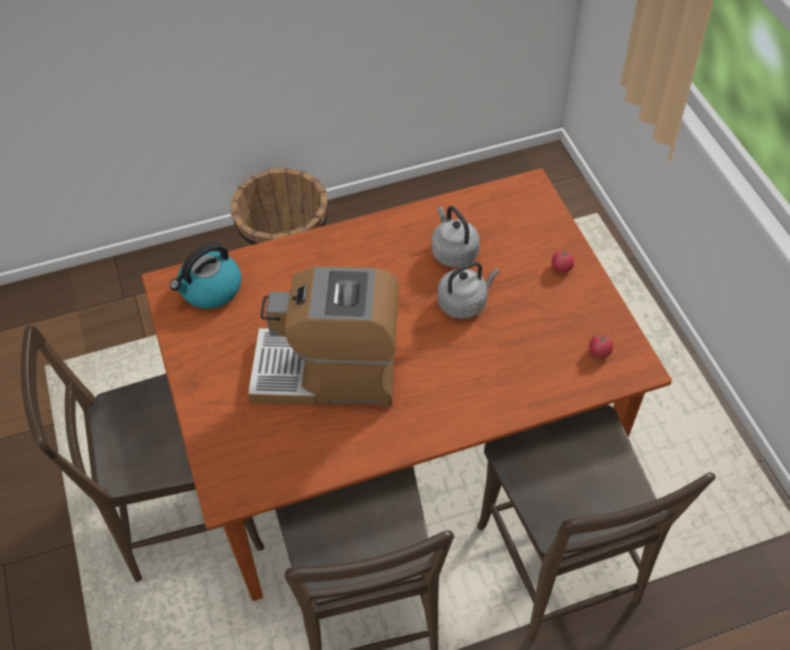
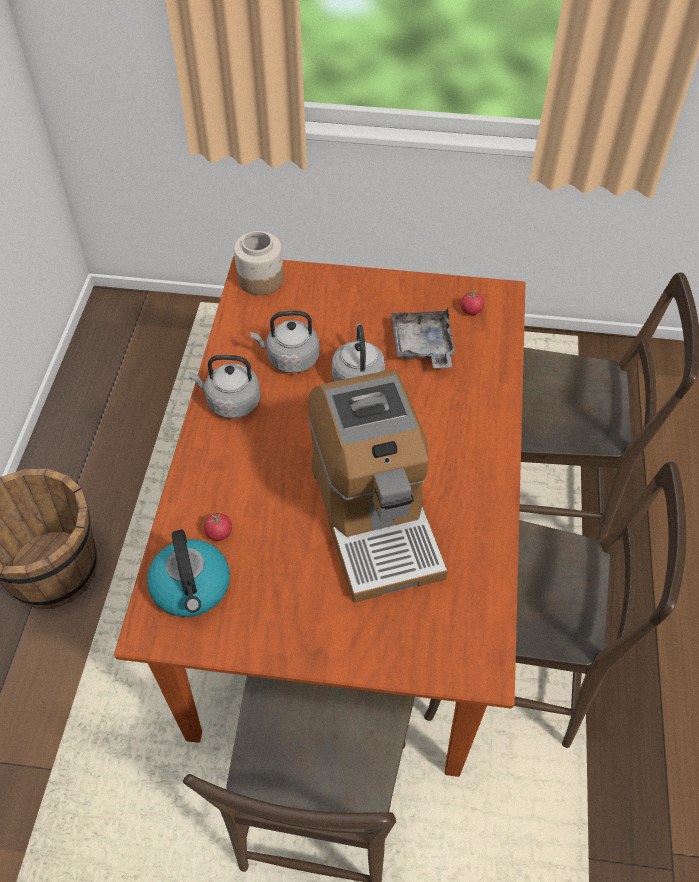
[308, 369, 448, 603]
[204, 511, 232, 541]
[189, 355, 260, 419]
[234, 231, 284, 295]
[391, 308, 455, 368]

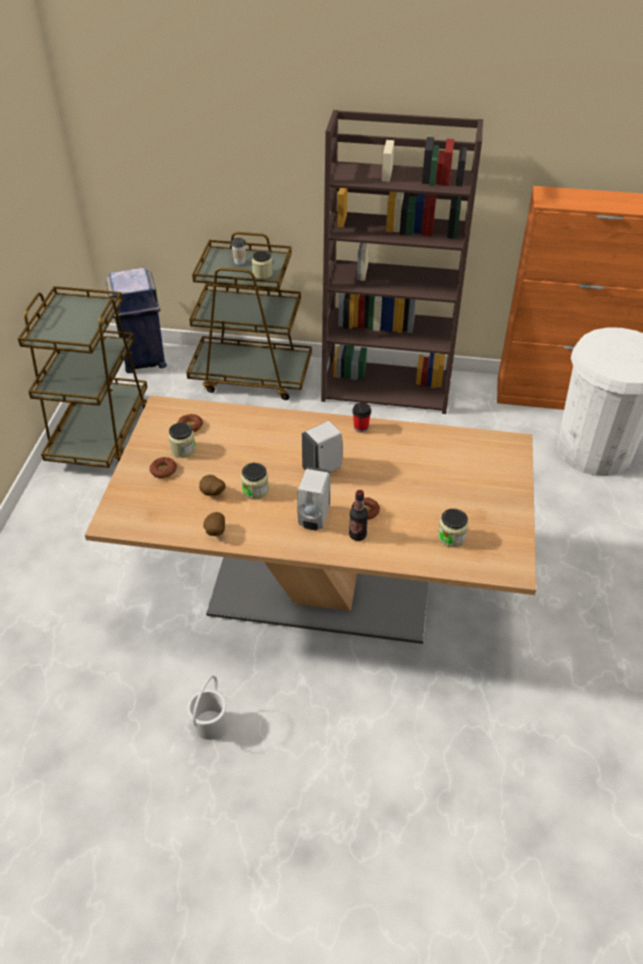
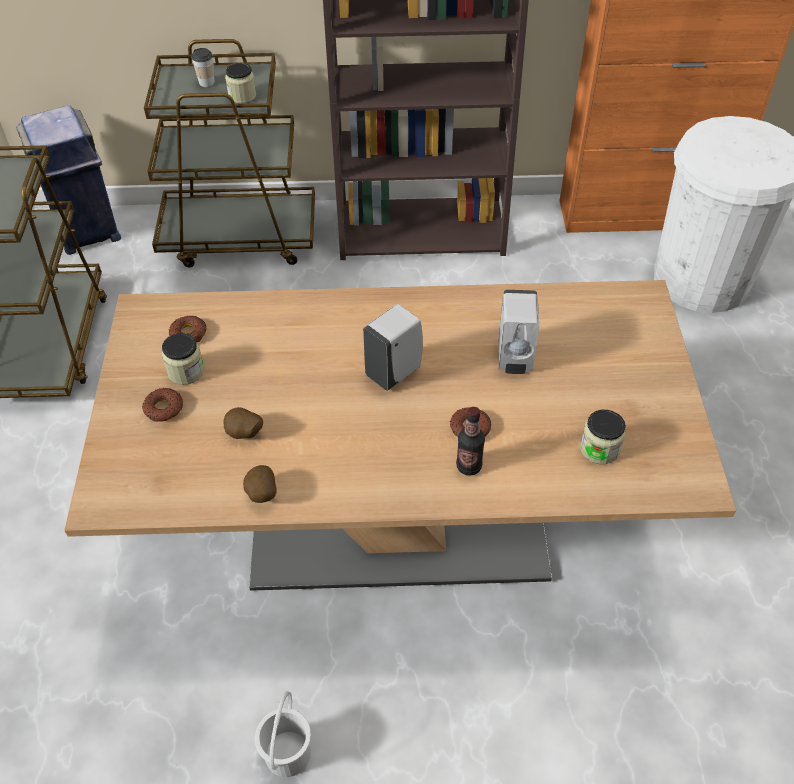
[241, 463, 269, 500] (first image)
[498, 290, 539, 374]
[352, 402, 371, 433] (first image)

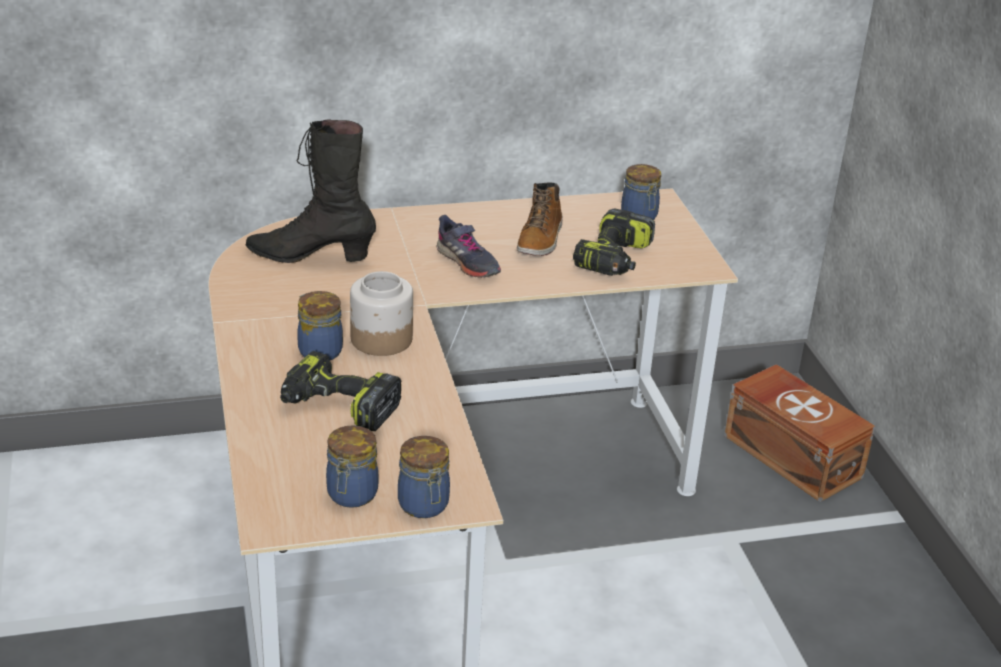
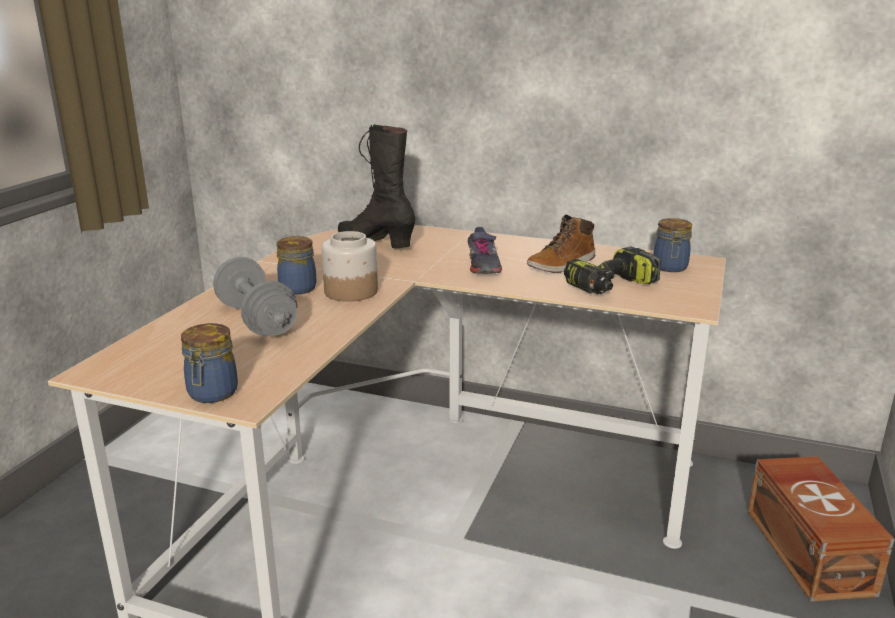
[213, 257, 297, 336]
[326, 425, 378, 508] (first image)

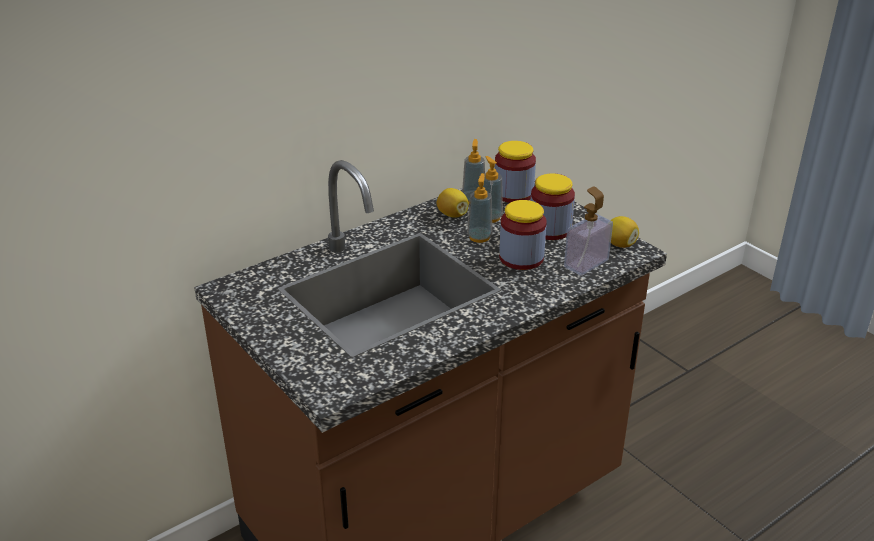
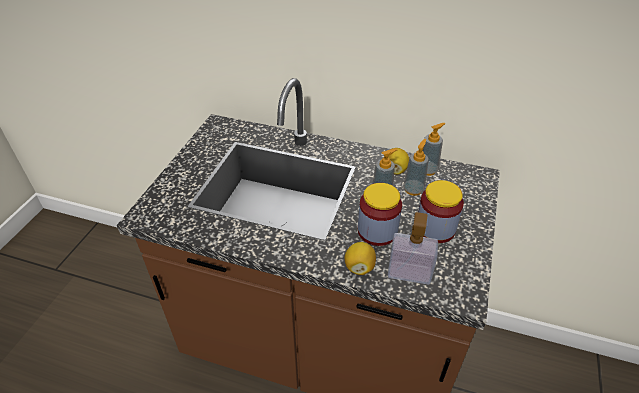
[495, 141, 536, 203] (first image)
[344, 242, 376, 275]

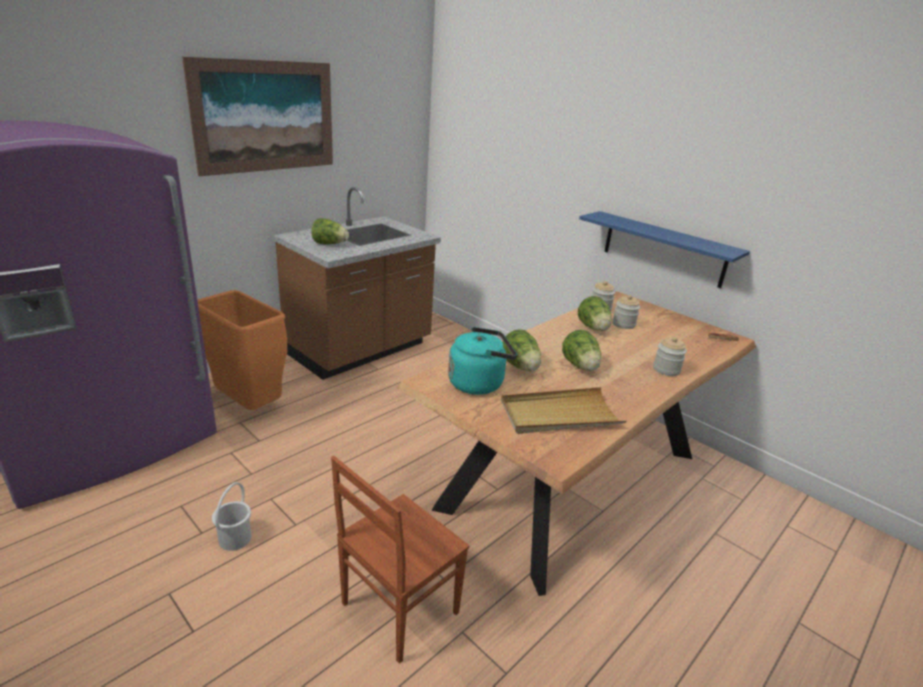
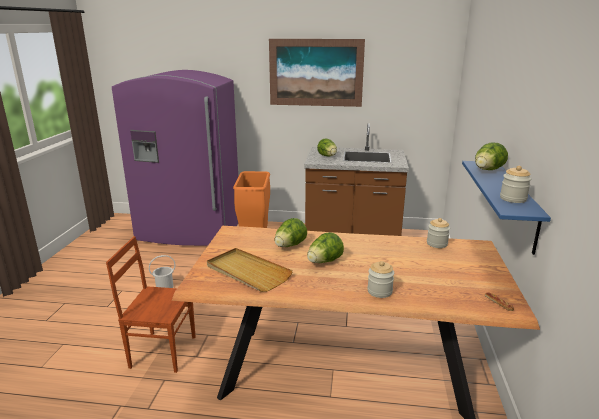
[448, 327, 517, 395] (first image)
[475, 143, 508, 170]
[500, 166, 532, 203]

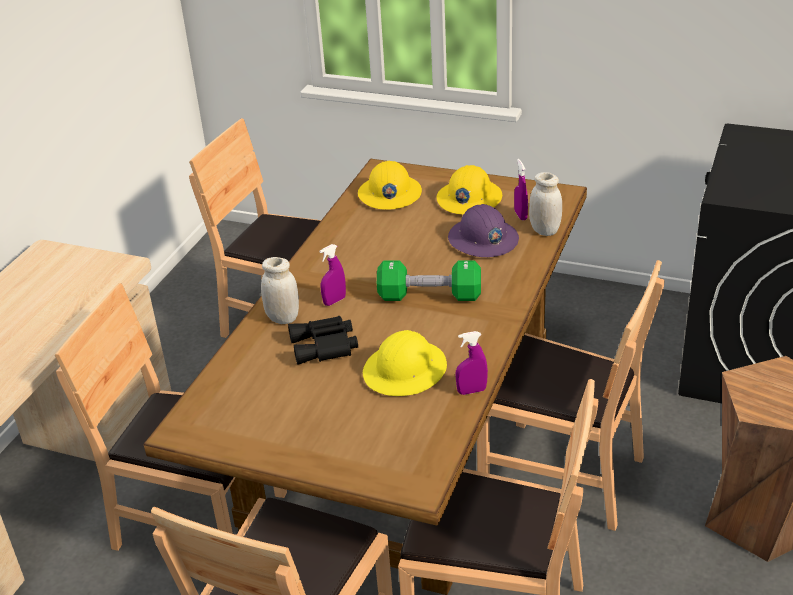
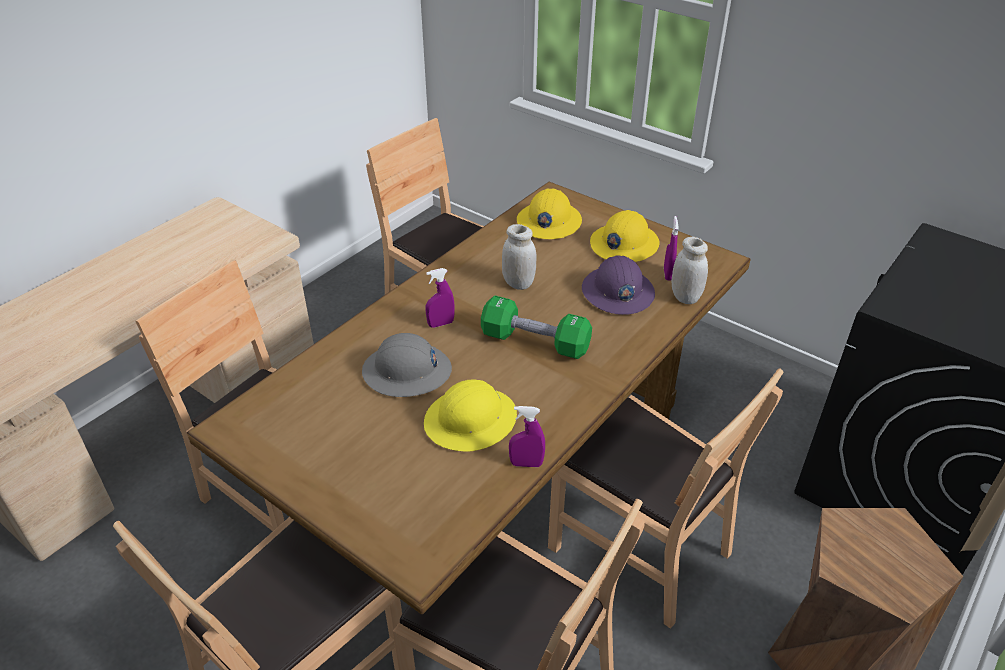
[502, 224, 536, 290]
[362, 333, 452, 397]

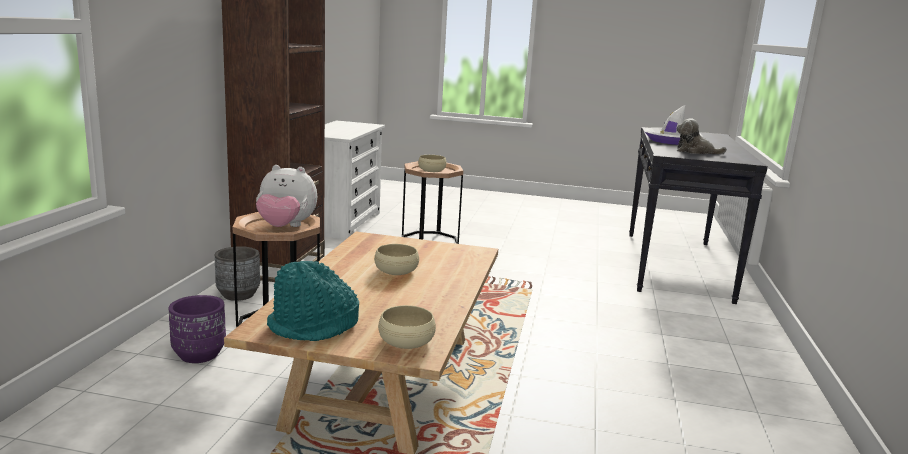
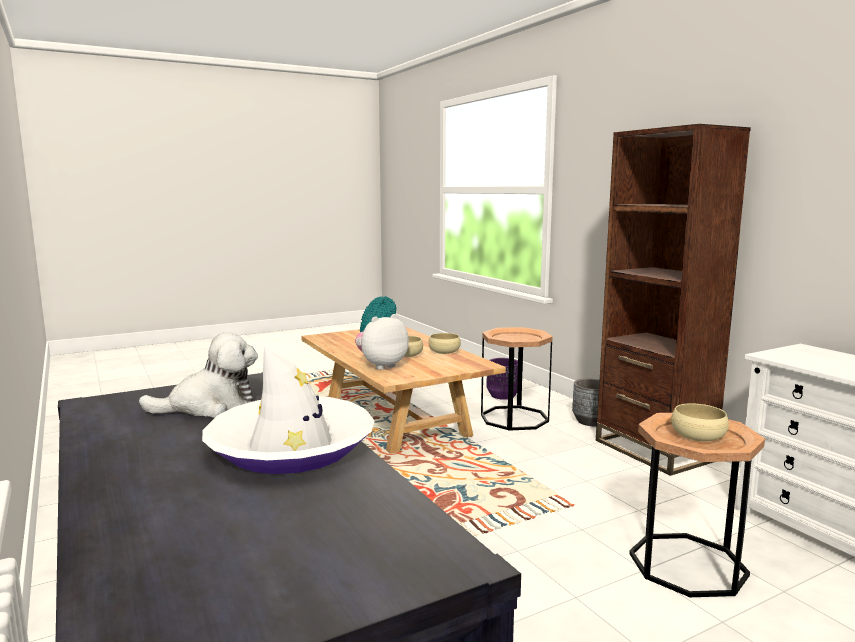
[355, 314, 409, 370]
[428, 333, 461, 354]

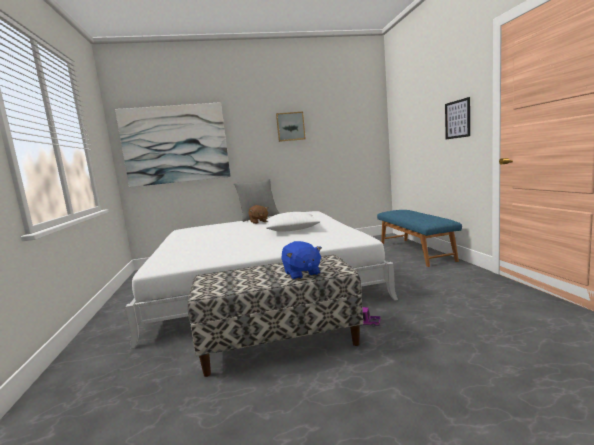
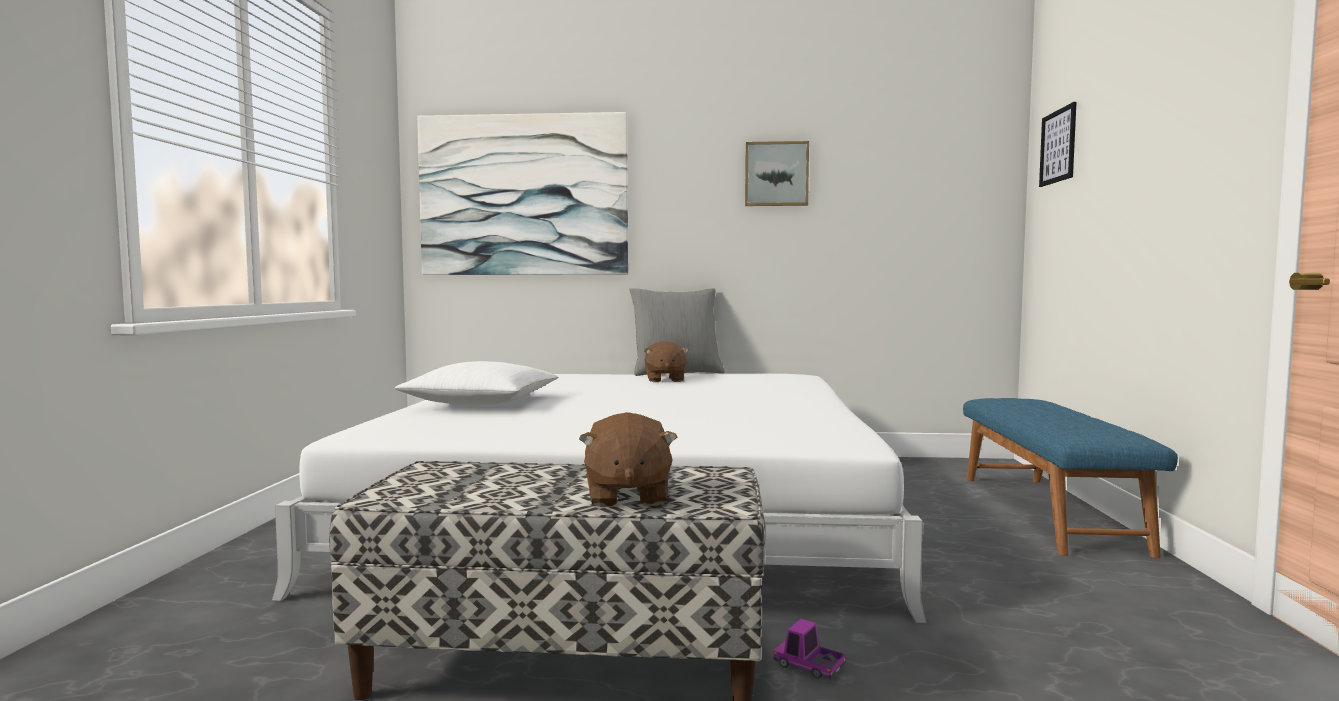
[394, 361, 558, 405]
[579, 412, 677, 507]
[1039, 102, 1076, 187]

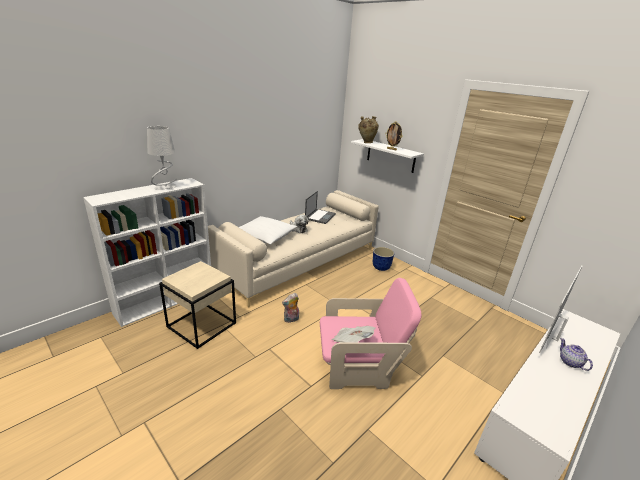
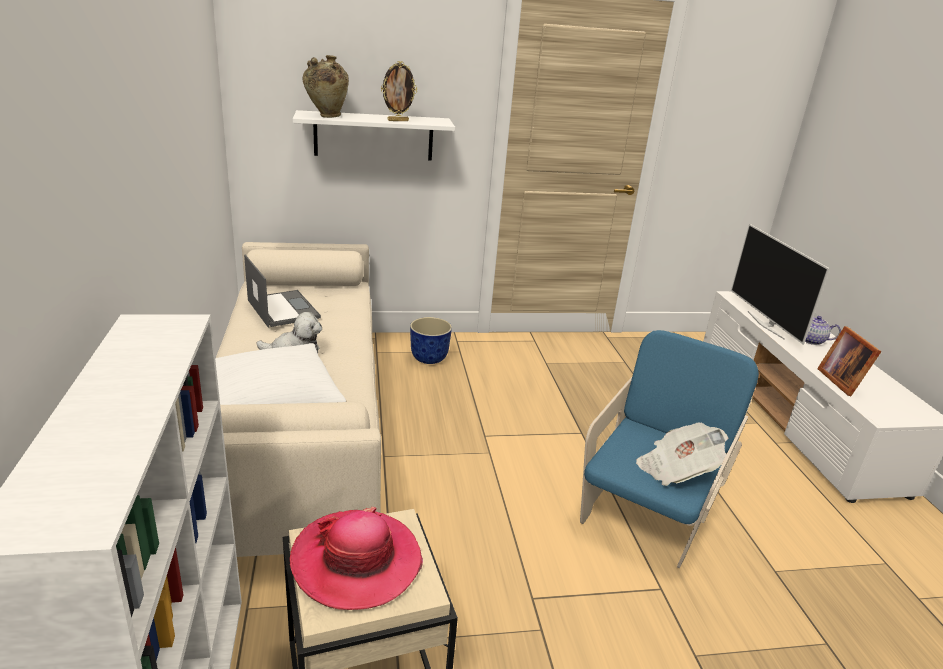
[147, 126, 176, 190] (first image)
[282, 293, 299, 323] (first image)
[580, 330, 759, 569]
[290, 507, 423, 610]
[817, 326, 881, 396]

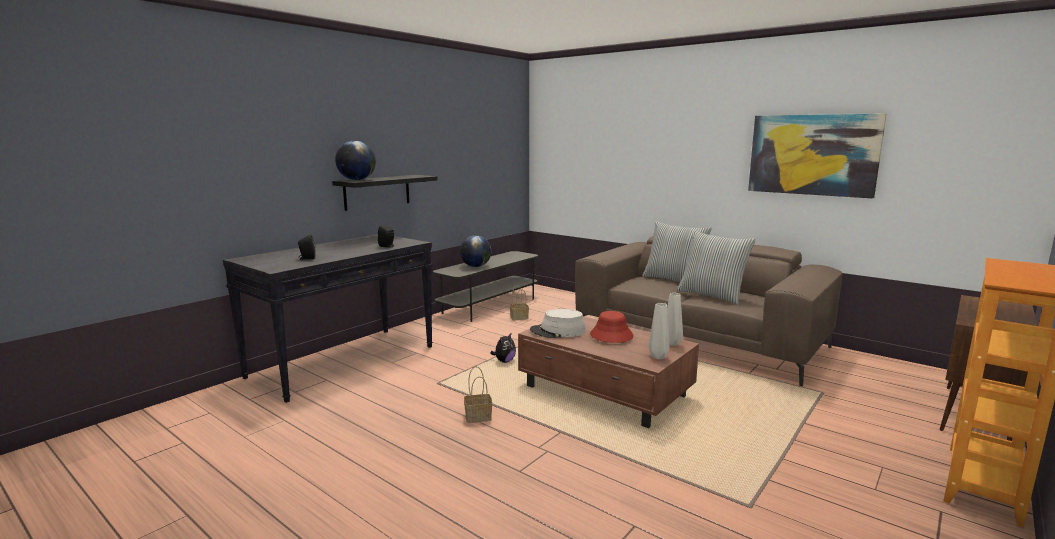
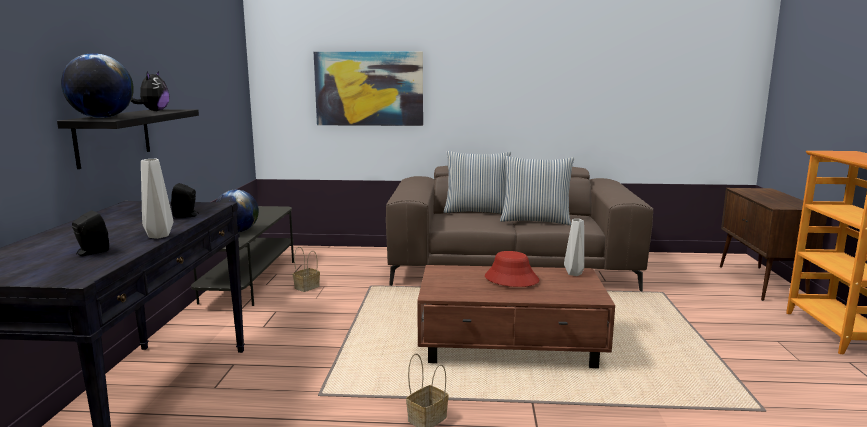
[131, 71, 169, 111]
[530, 309, 586, 338] (first image)
[141, 159, 173, 239]
[314, 51, 423, 126]

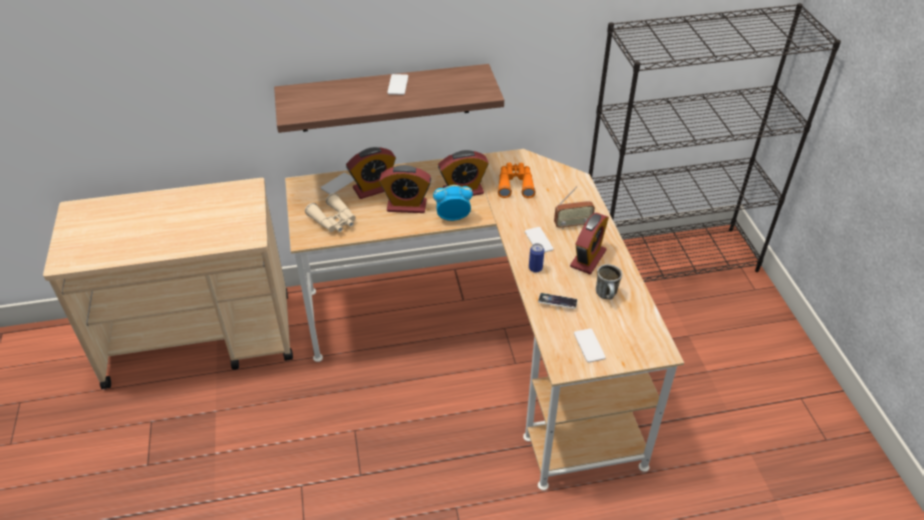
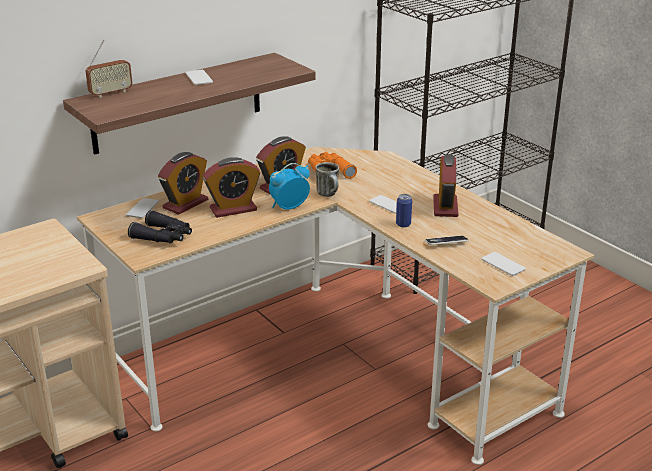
[128, 210, 192, 244]
[86, 40, 133, 98]
[315, 162, 339, 197]

